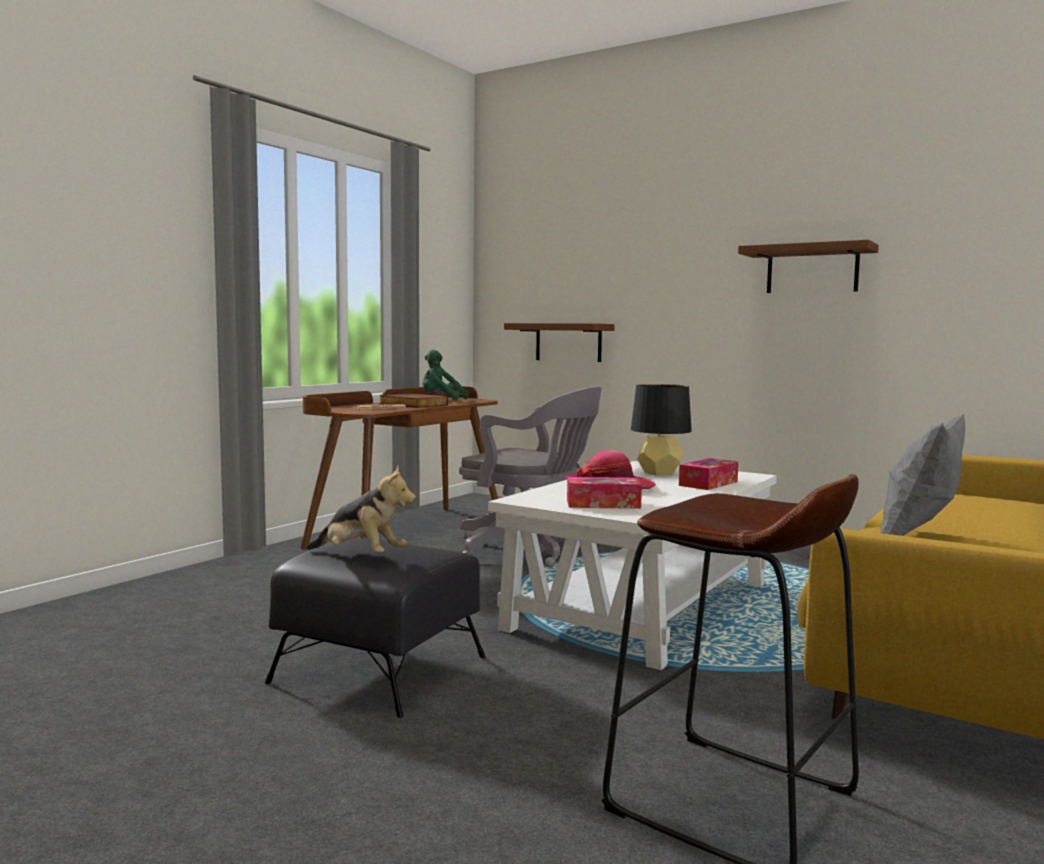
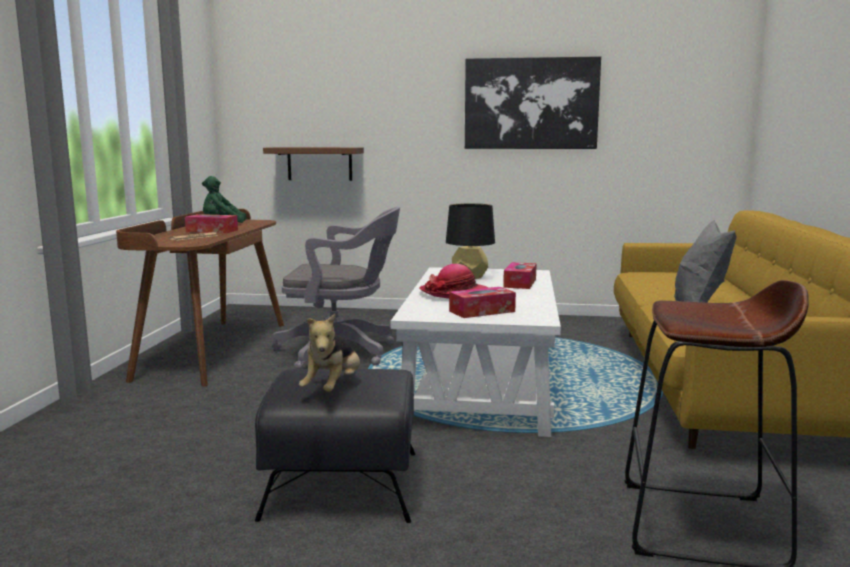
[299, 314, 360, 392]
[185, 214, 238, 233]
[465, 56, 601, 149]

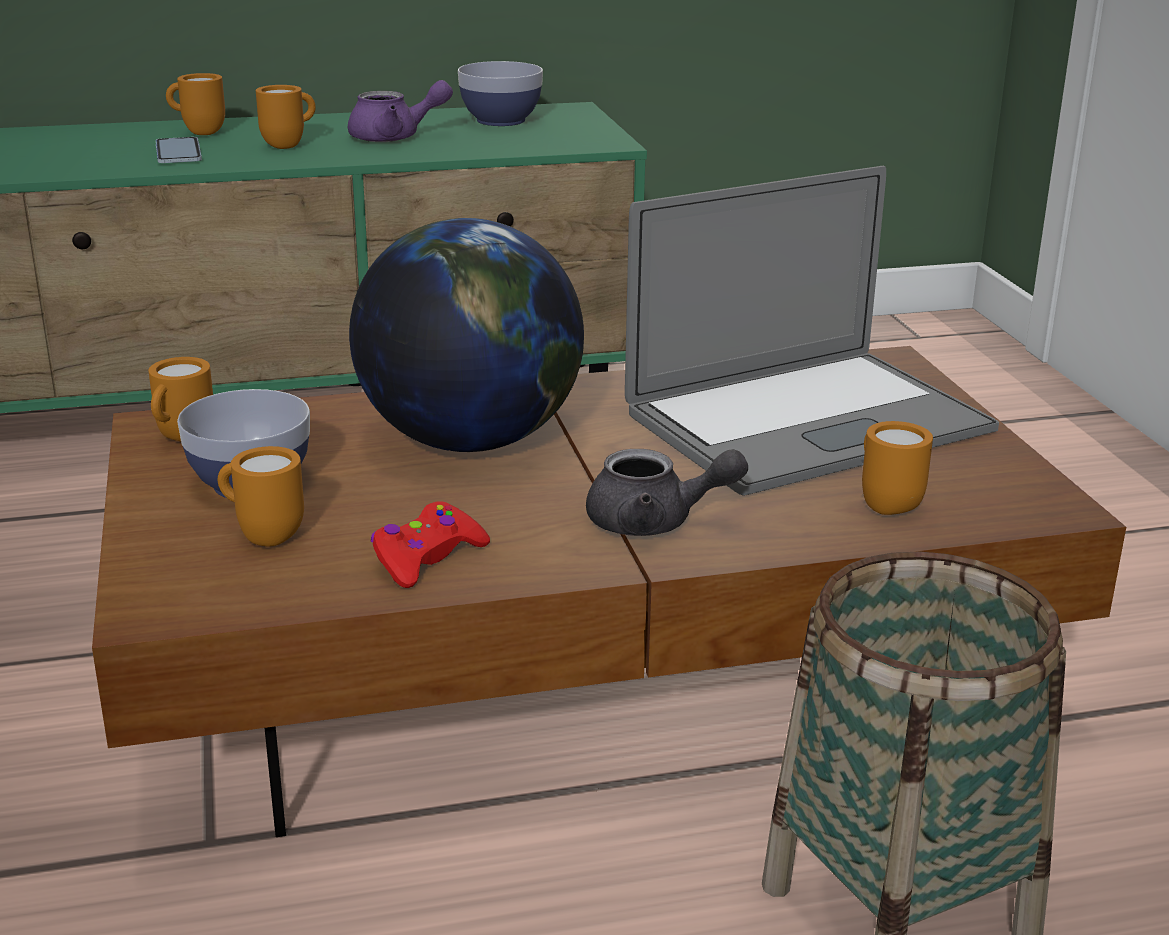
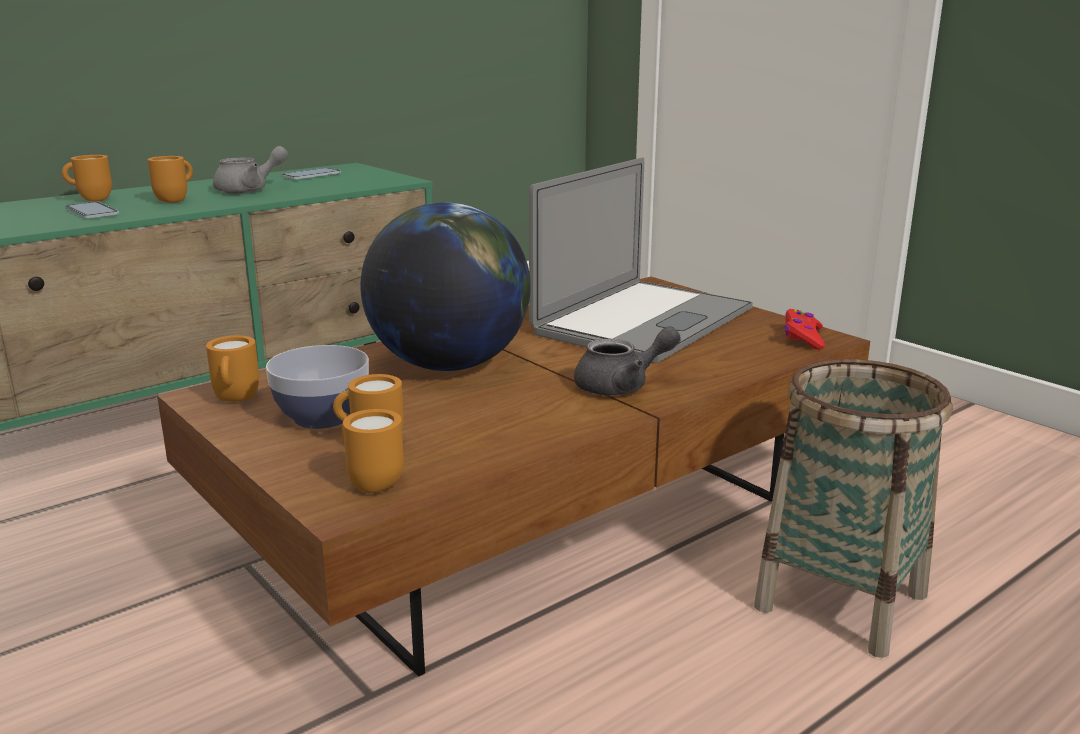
[213, 146, 288, 193]
[784, 309, 825, 350]
[281, 168, 341, 180]
[342, 409, 404, 493]

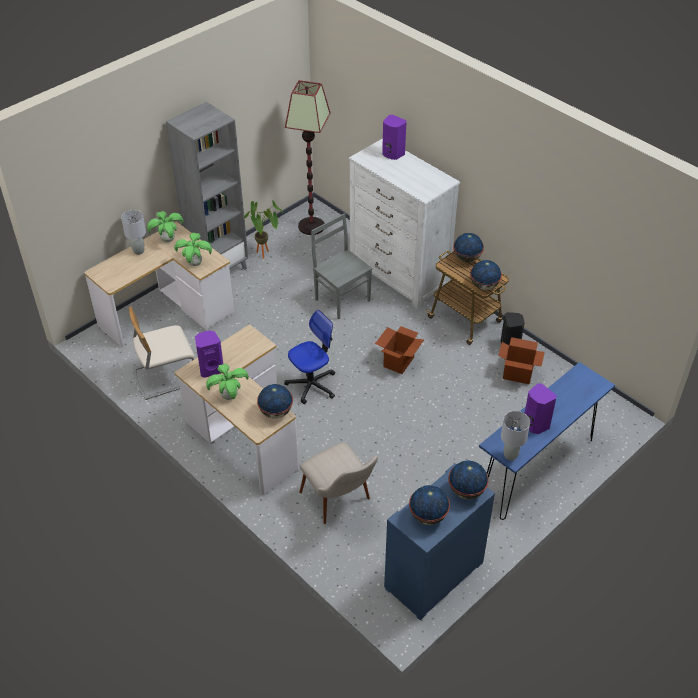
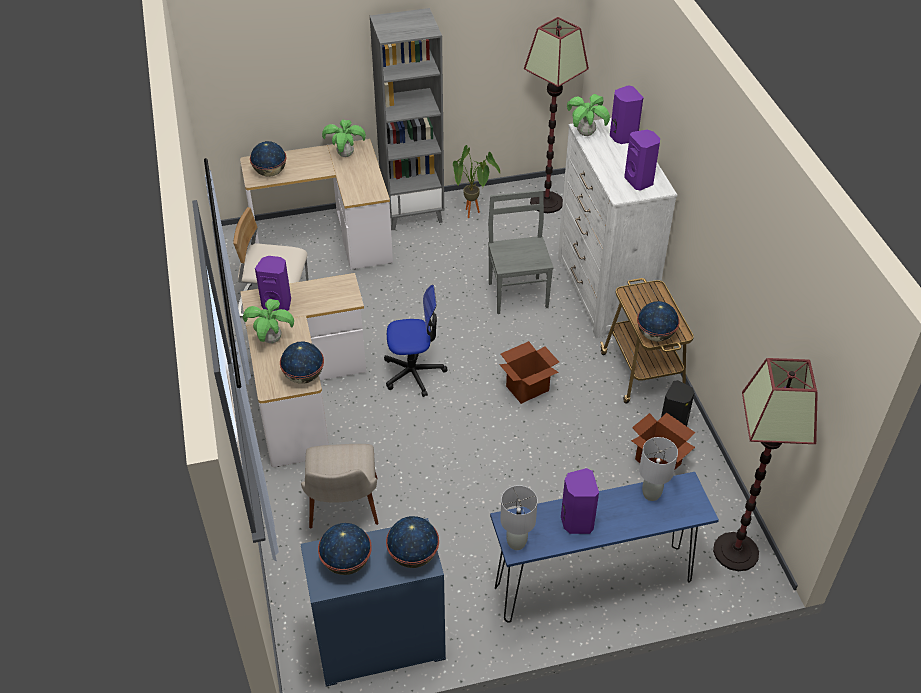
[639, 437, 678, 501]
[567, 94, 610, 136]
[250, 141, 287, 177]
[624, 130, 660, 191]
[713, 358, 818, 571]

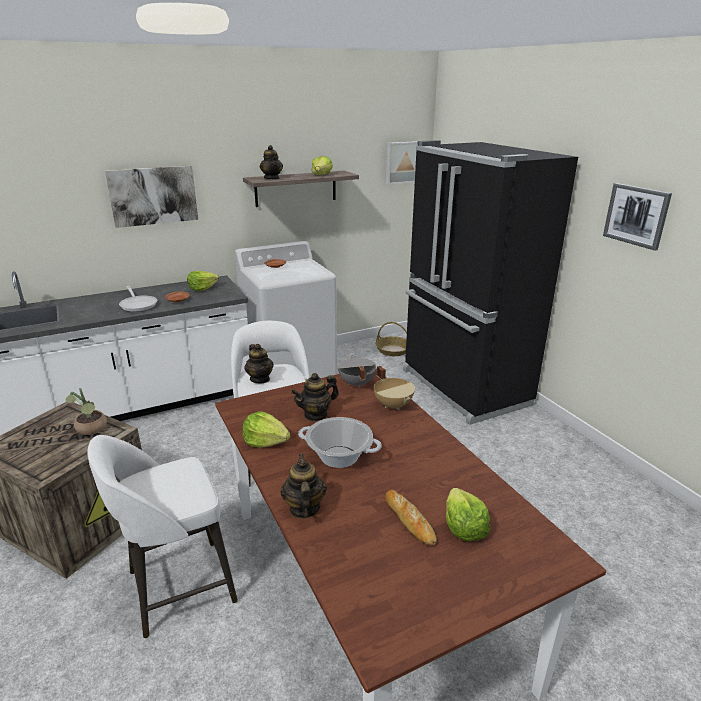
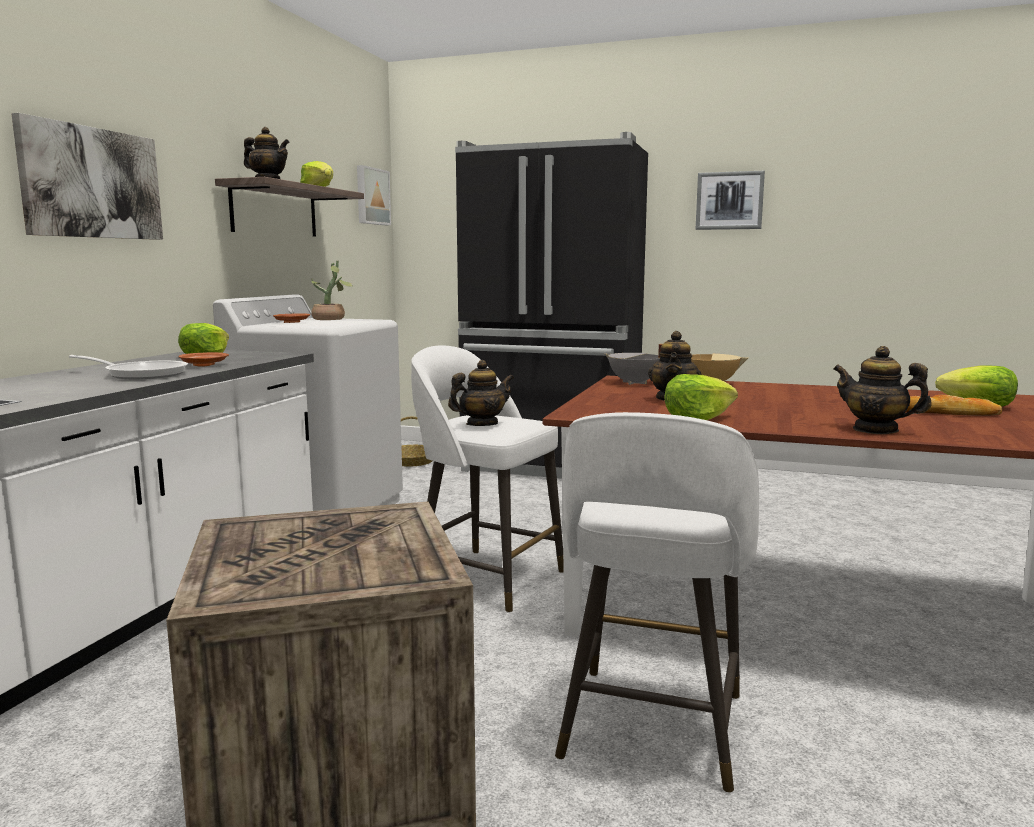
[311, 261, 352, 320]
[448, 360, 514, 426]
[298, 417, 382, 468] (first image)

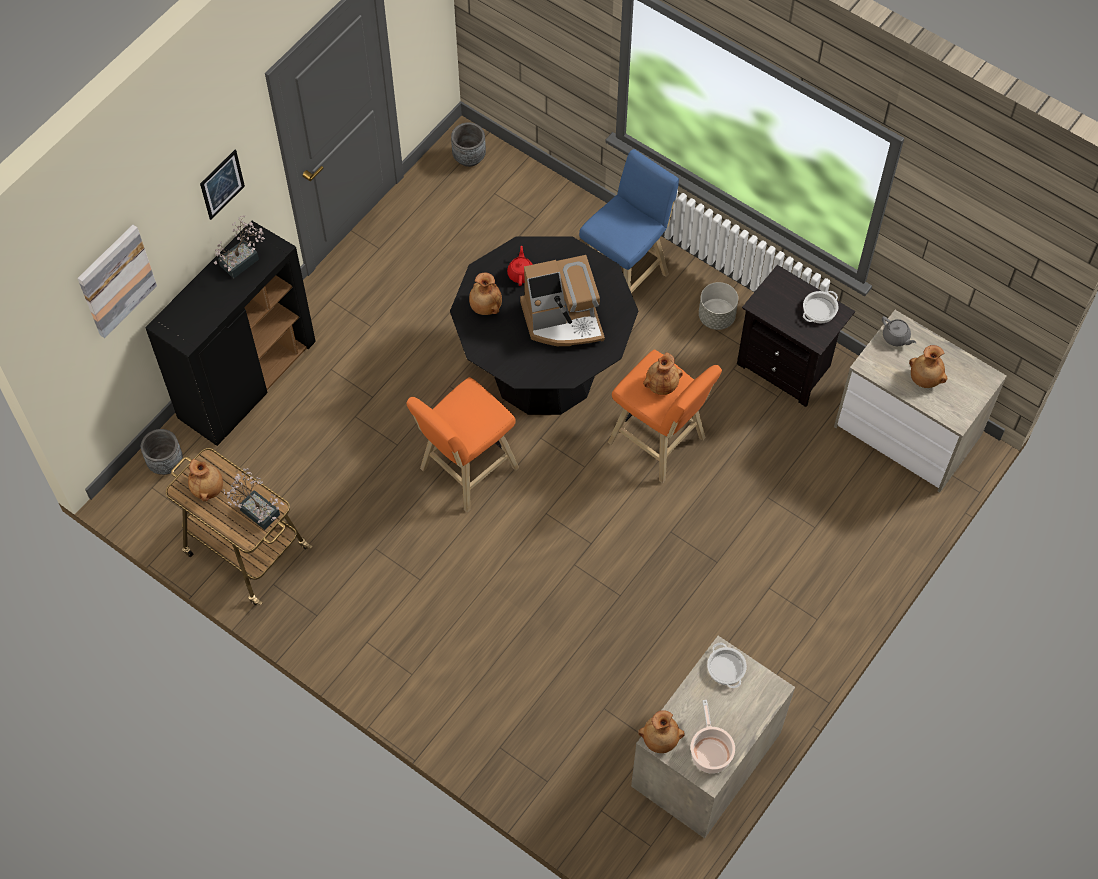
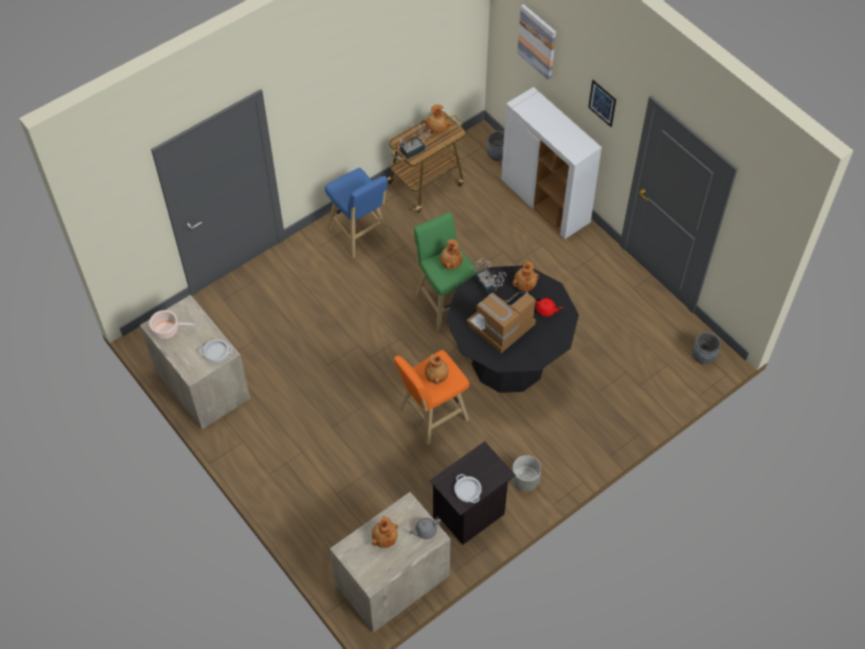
[501, 87, 602, 239]
[471, 258, 506, 294]
[414, 212, 478, 331]
[467, 291, 536, 353]
[325, 168, 390, 258]
[440, 239, 463, 270]

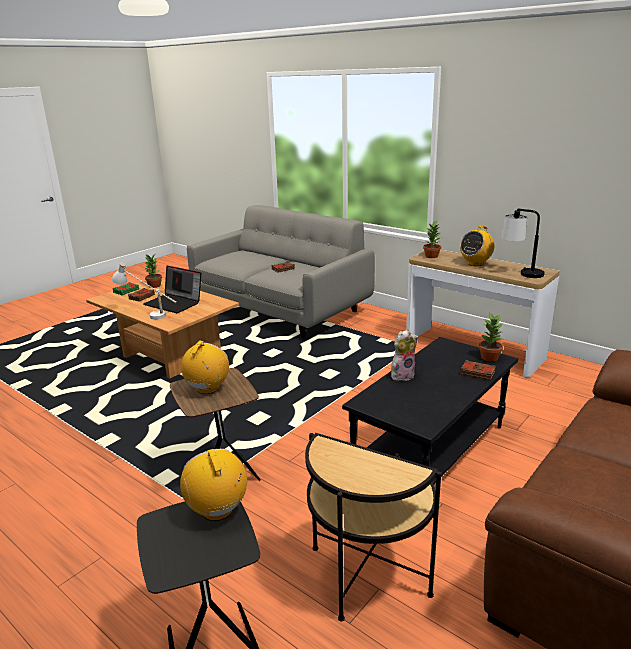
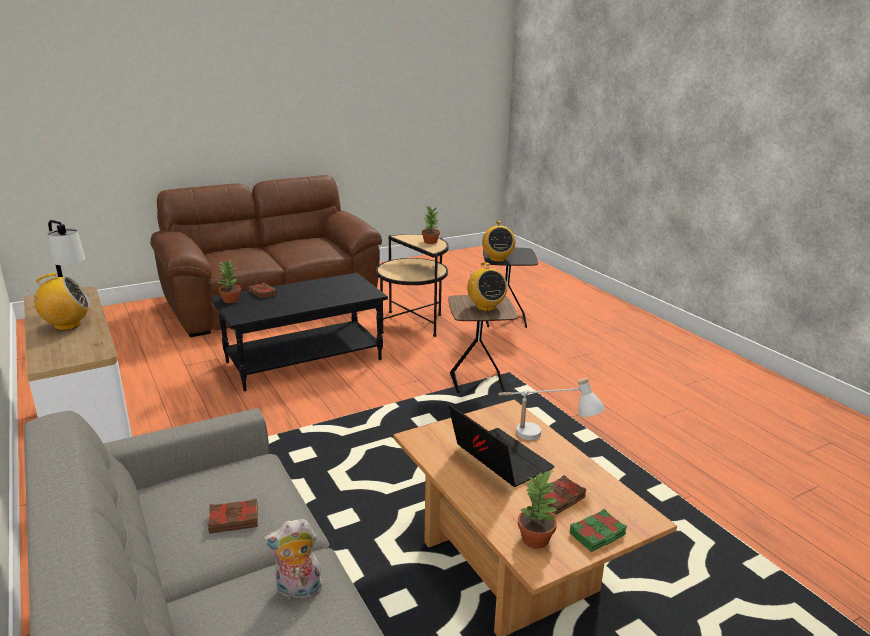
[467, 262, 507, 311]
[264, 519, 323, 602]
[422, 205, 440, 244]

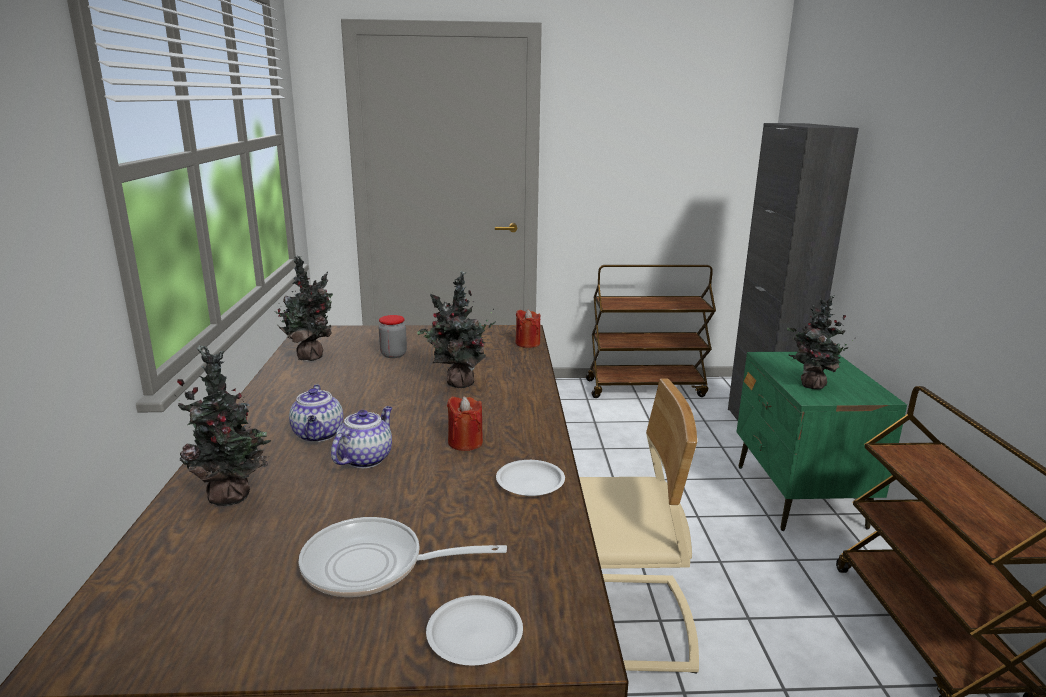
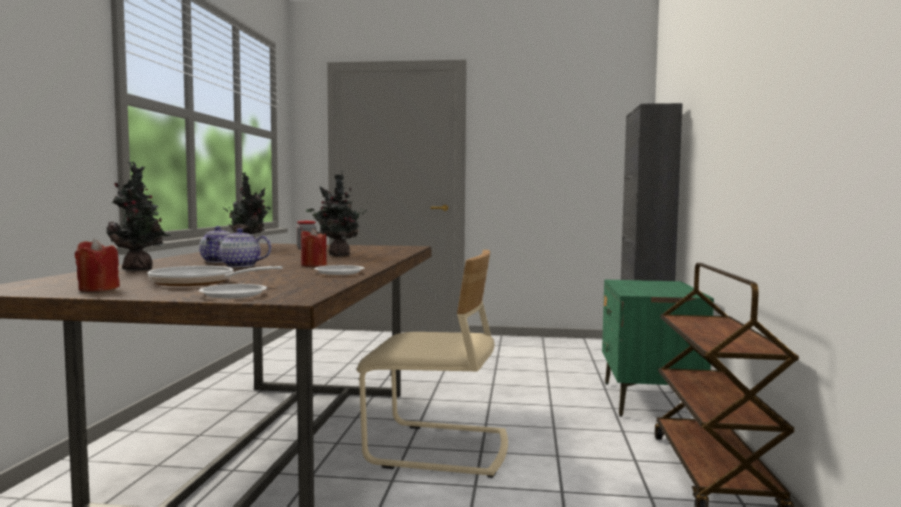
[209, 228, 271, 267]
[75, 238, 120, 292]
[586, 265, 716, 398] (first image)
[787, 295, 856, 389] (first image)

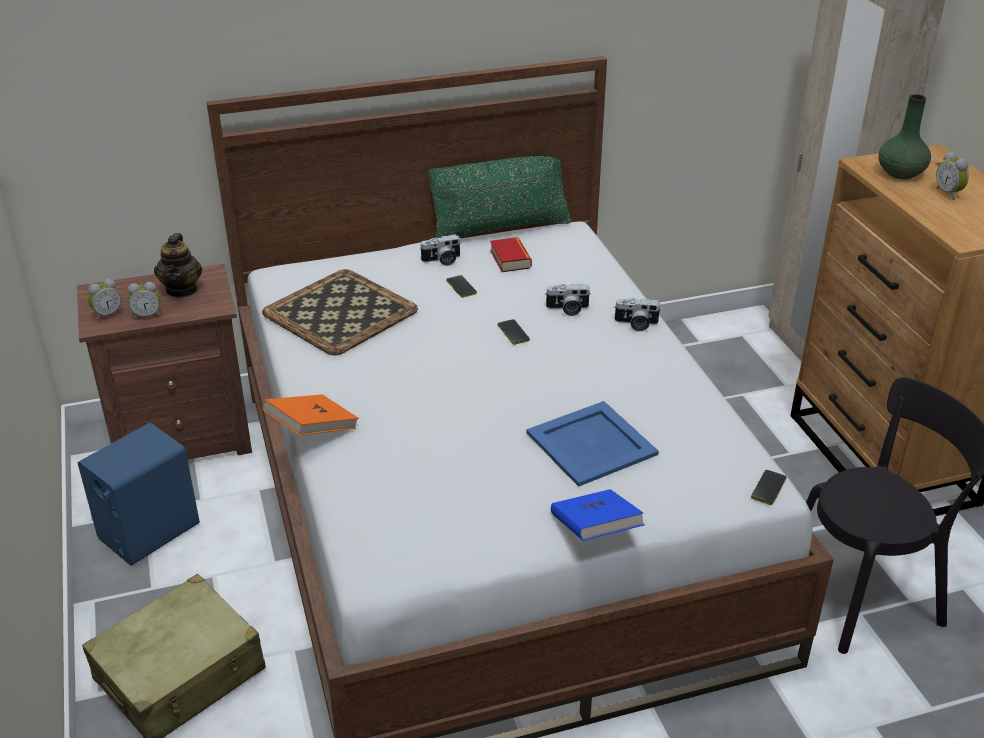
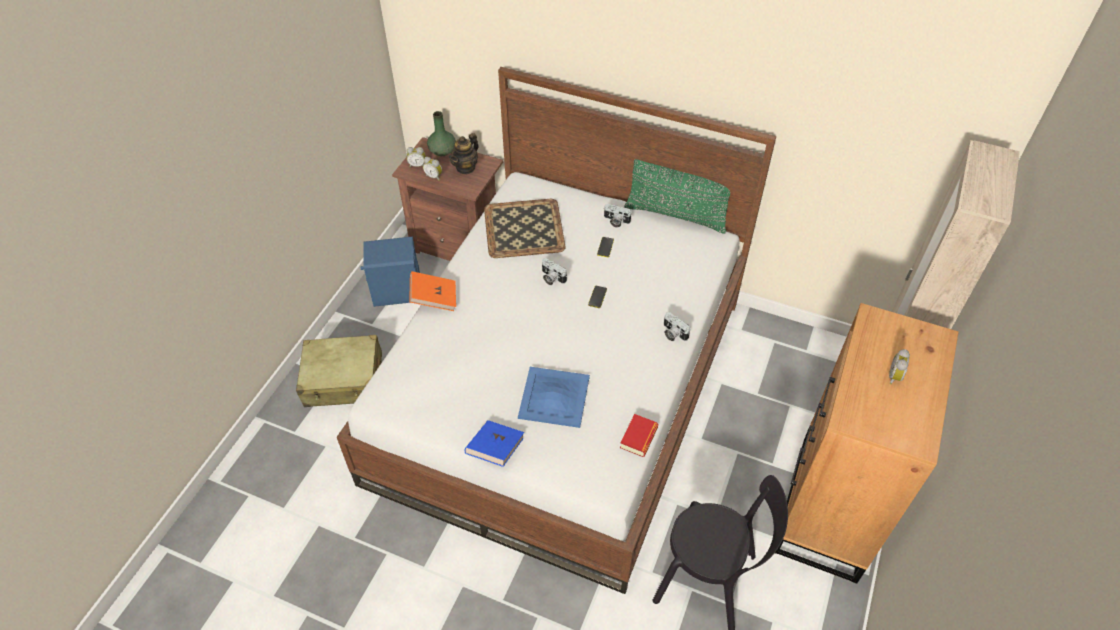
[620, 414, 658, 457]
[542, 258, 567, 285]
[751, 470, 787, 505] (first image)
[427, 111, 456, 156]

